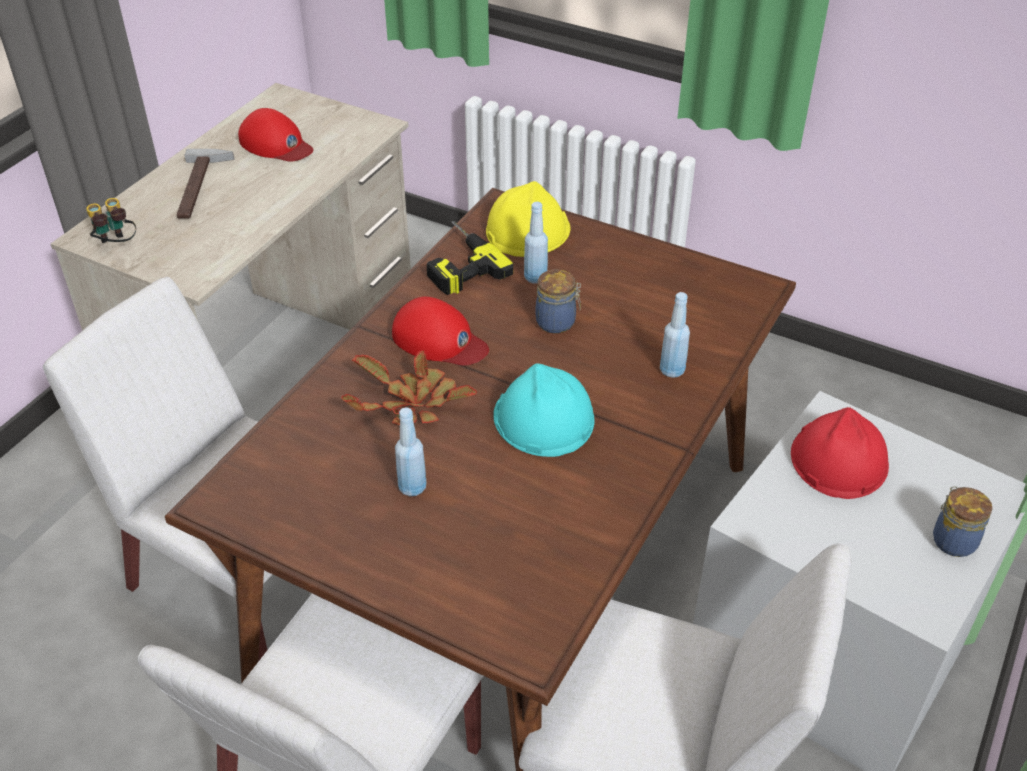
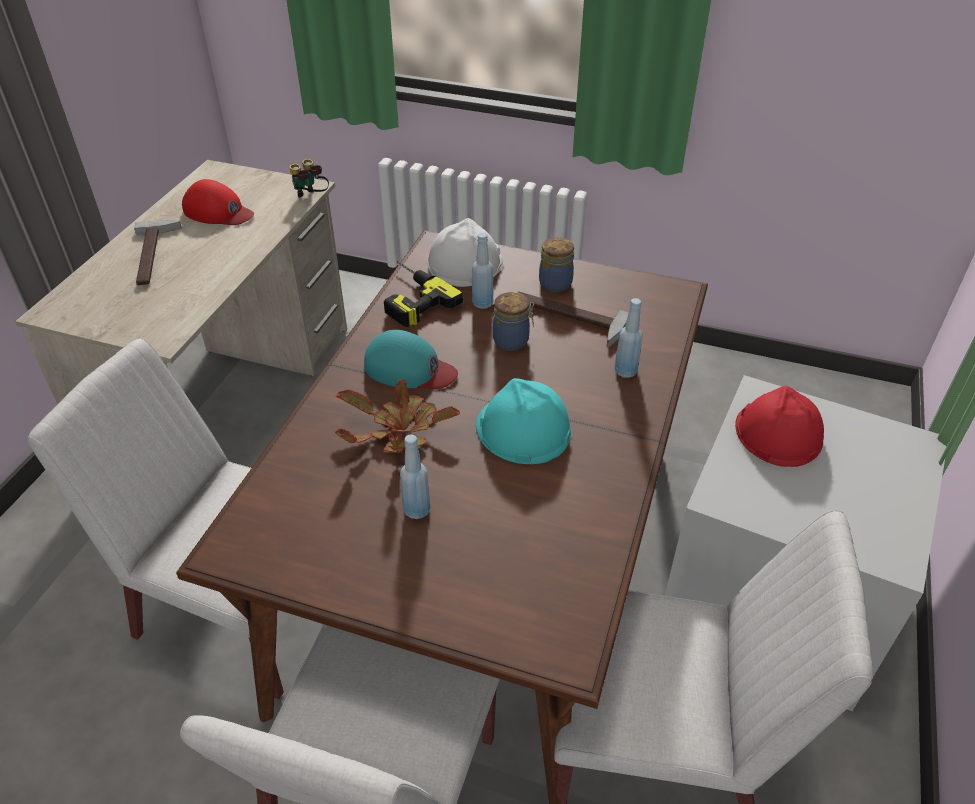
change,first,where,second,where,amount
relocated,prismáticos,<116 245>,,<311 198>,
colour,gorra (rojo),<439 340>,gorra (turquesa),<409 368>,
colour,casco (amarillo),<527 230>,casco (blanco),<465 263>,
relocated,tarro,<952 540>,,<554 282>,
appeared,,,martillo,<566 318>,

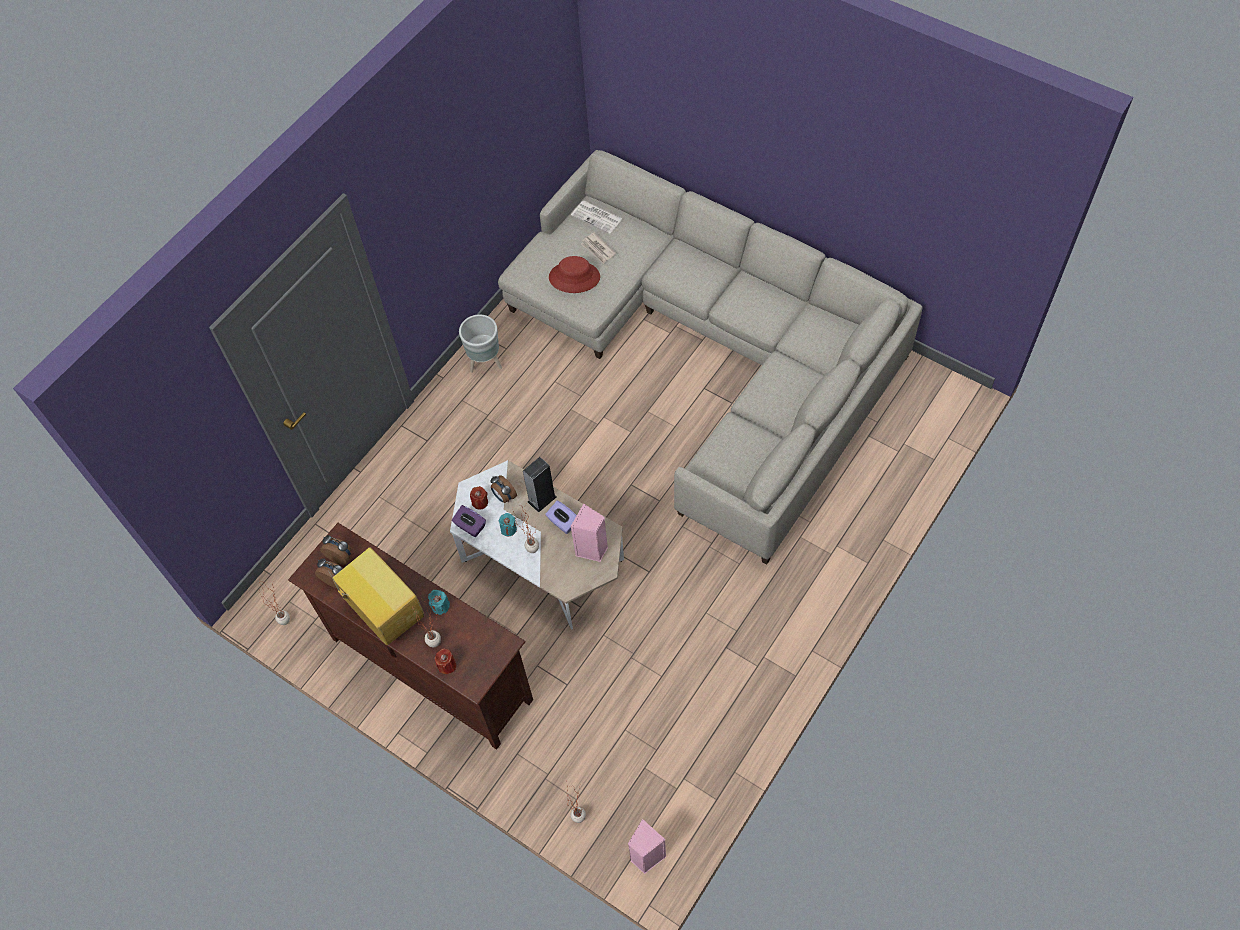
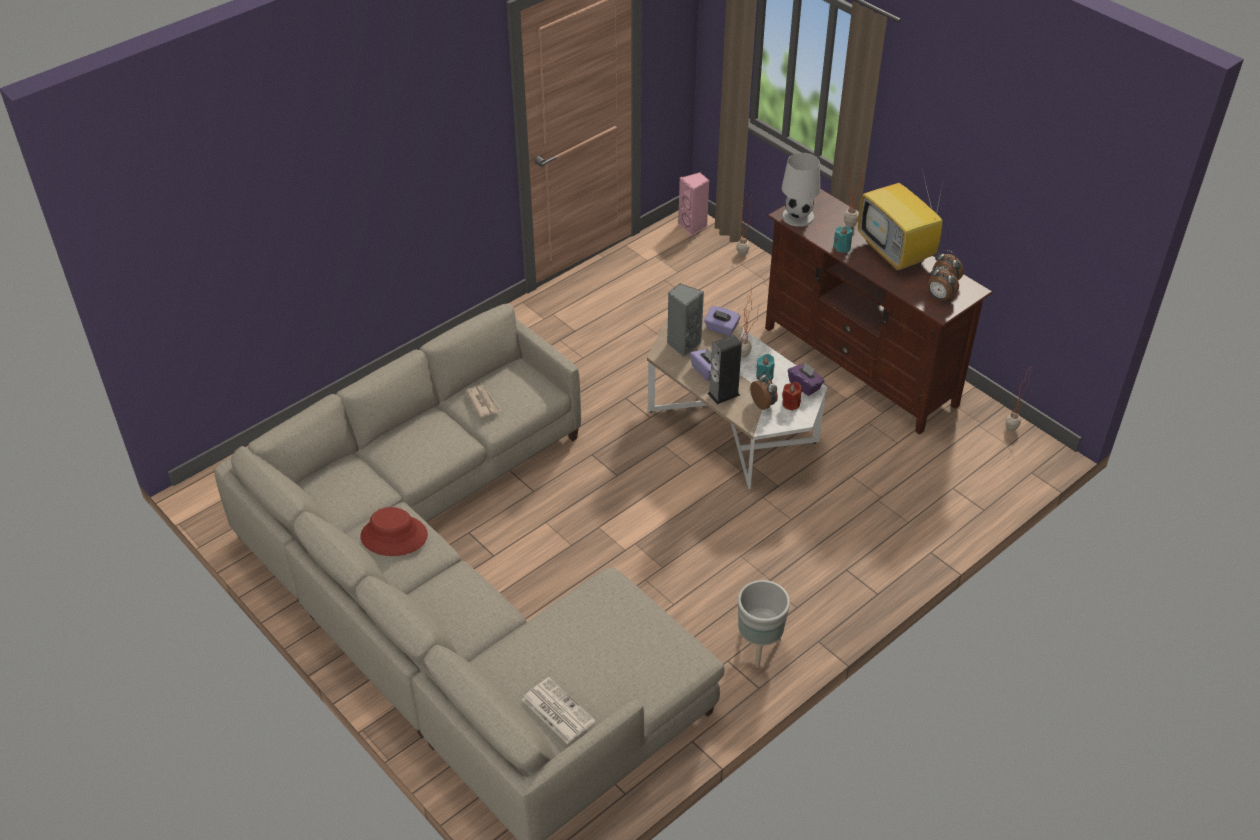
change,first,where,second,where,amount
missing,vela (rojo),<447 665>,,,
relocated,sombrero (rojo),<574 277>,,<394 536>,
colour,altavoz (rosa),<592 549>,altavoz (gris),<683 344>,
relocated,periódico,<598 249>,,<483 402>,
appeared,,,caja de pañuelos (morado),<721 328>,
appeared,,,lámpara de mesa (blanco),<798 217>,

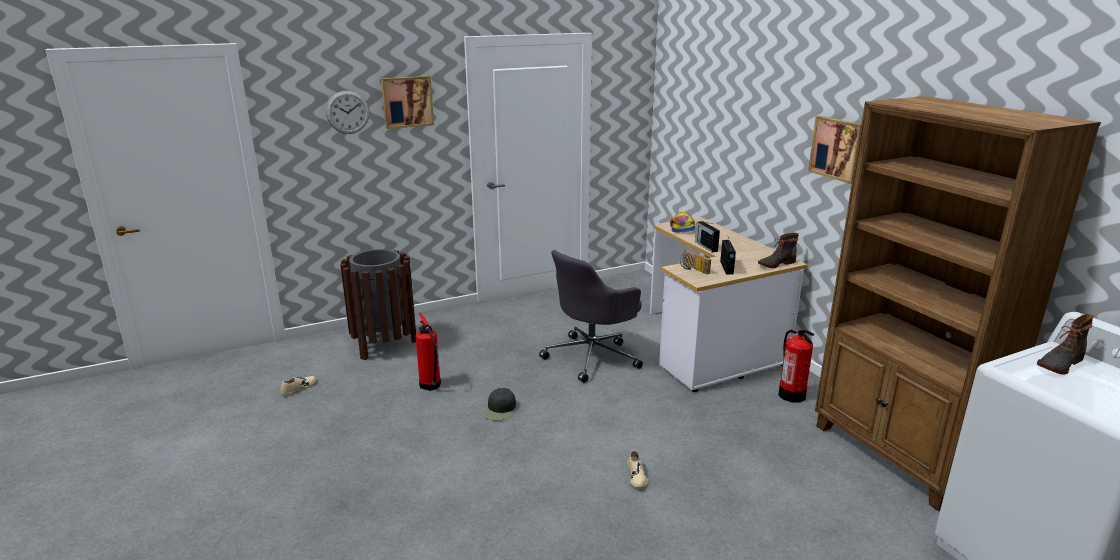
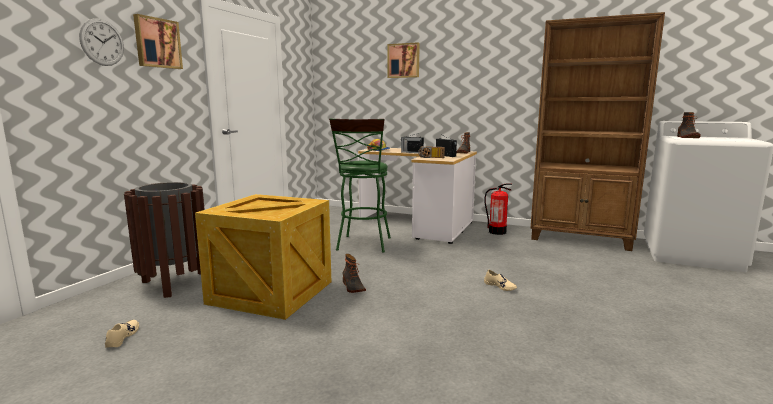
change,first,where,second,where,amount
exchanged,extintor,<430 386>,caja de embalaje,<269 292>,
exchanged,gorra (negro),<500 410>,bota,<352 287>,
exchanged,silla de oficina (gris),<593 357>,taburete (verde),<363 245>,
relocated,cuadro,<838 148>,,<403 60>,

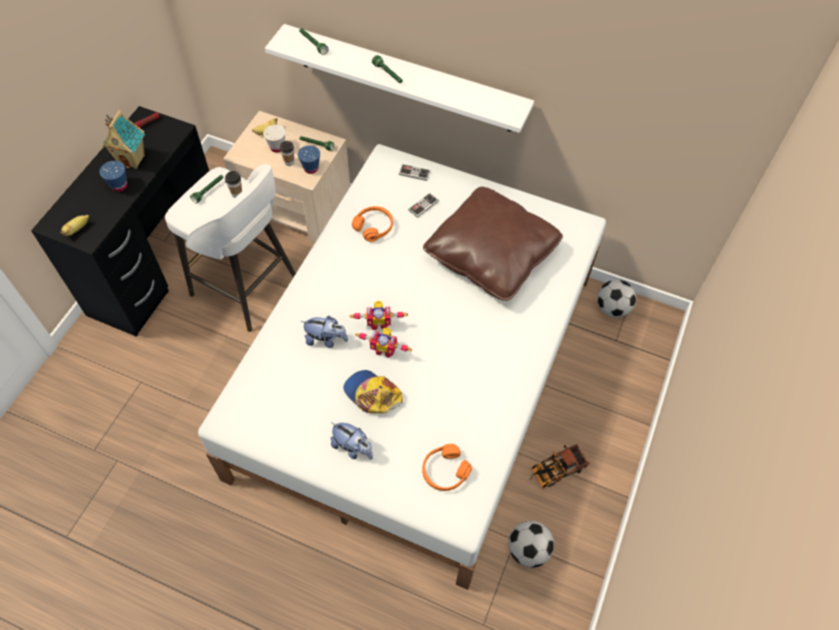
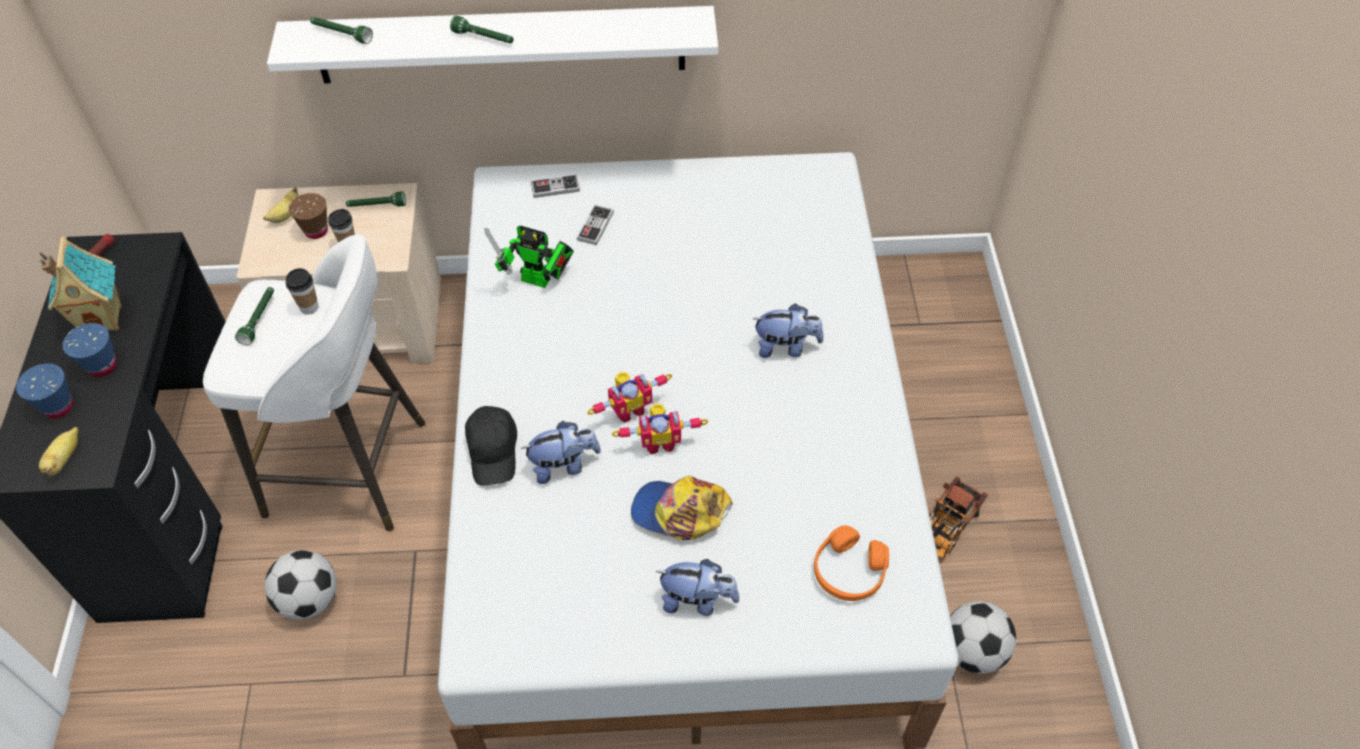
change,first,where,second,where,amount
colour,taza (blanco),<277 147>,taza (marrón),<316 231>,
relocated,taza (azul),<311 168>,,<59 407>,
exchanged,auriculares (naranja),<374 227>,robot de juguete,<540 281>,
missing,cojín (marrón),<491 255>,,,
relocated,balón de fútbol,<612 308>,,<310 599>,
appeared,,,gorra (negro),<493 451>,
appeared,,,peluche,<786 347>,

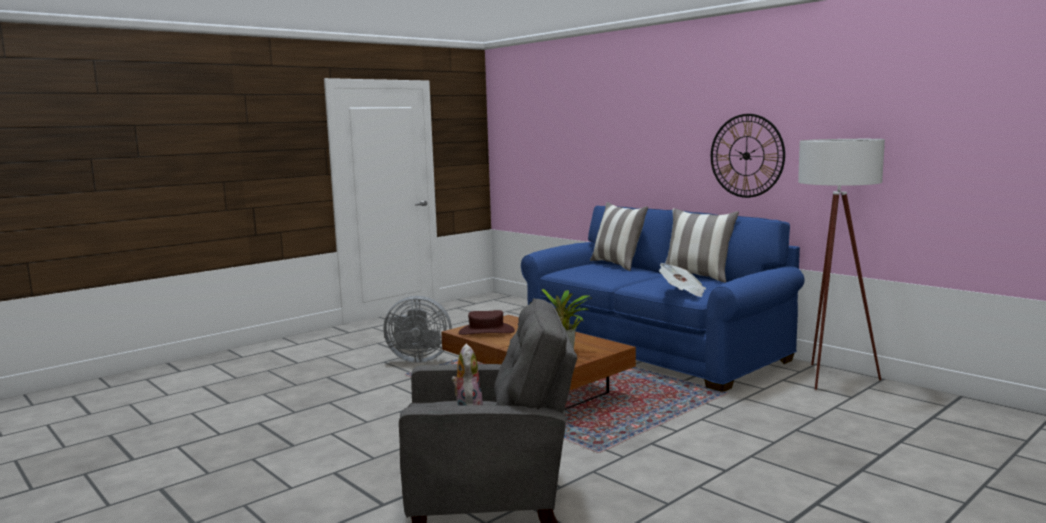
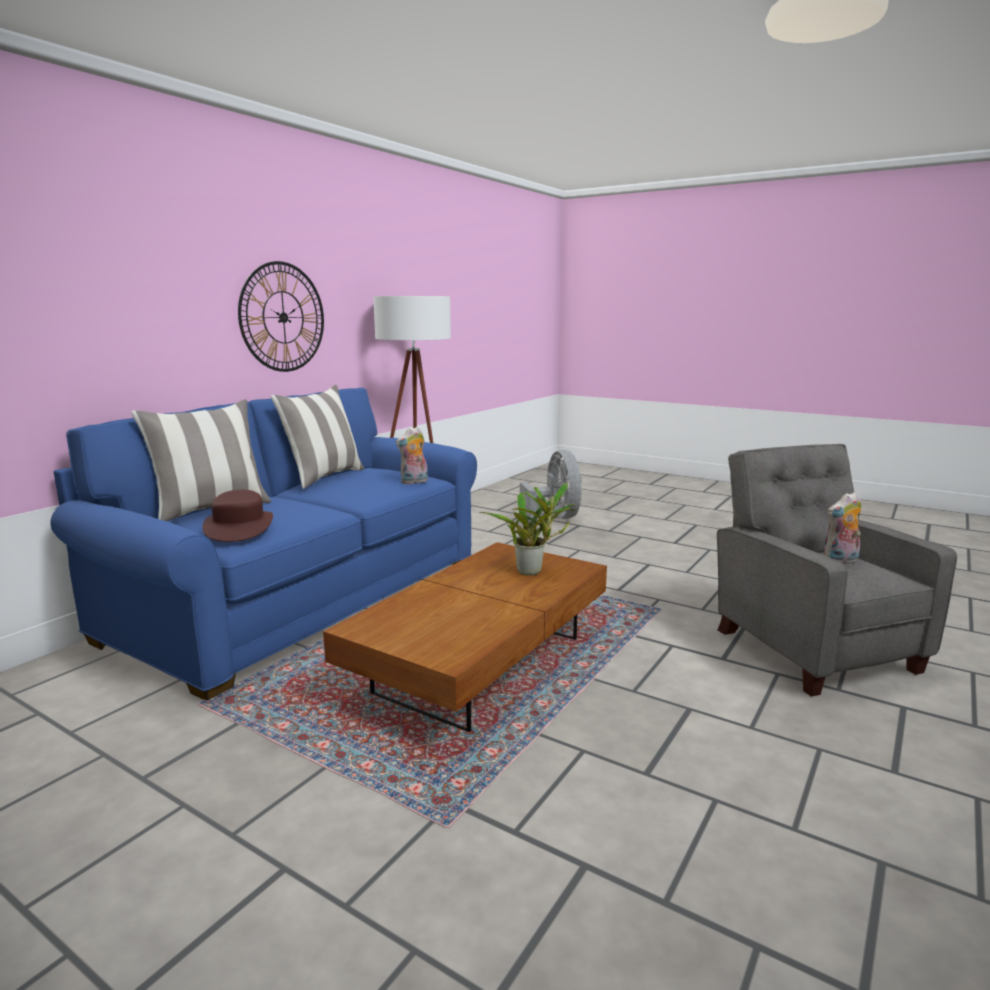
change,first,where,second,where,amount
relocated,ventilador (gris),<418 359>,,<555 518>,
relocated,sombrero (marrón),<486 332>,,<239 527>,
exchanged,periódico,<682 292>,peluche,<414 482>,

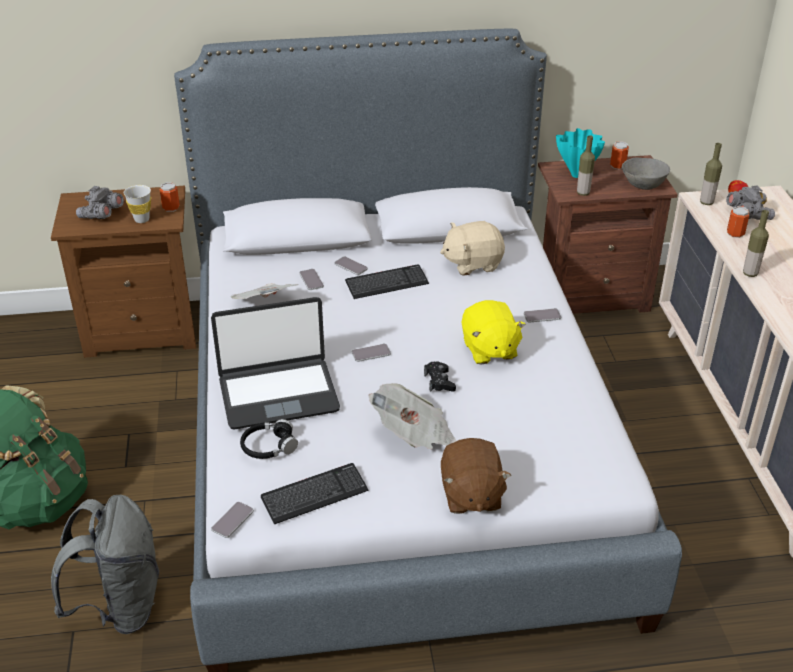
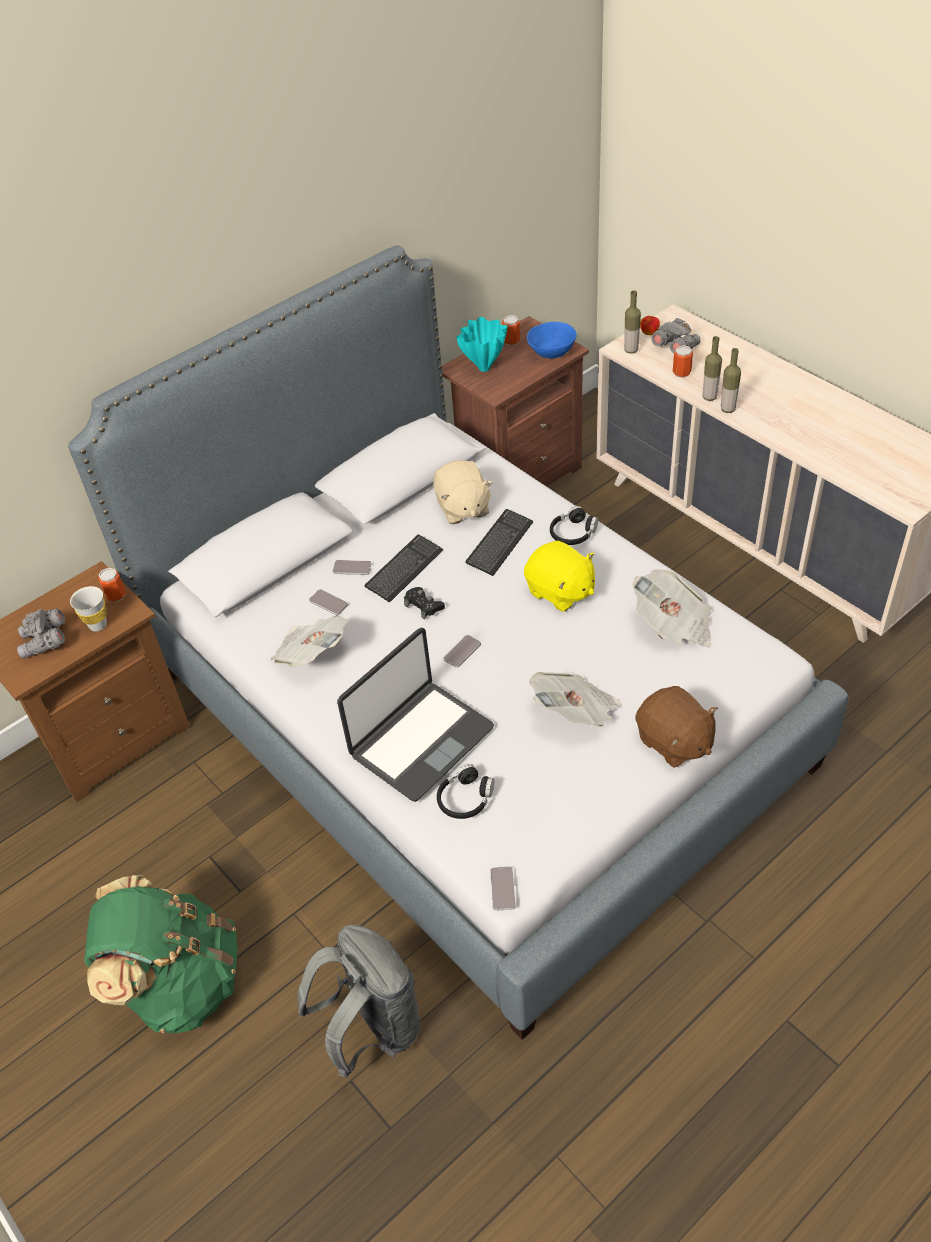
change,first,where,second,where,amount
relocated,teclado,<314 495>,,<499 543>,
relocated,mando de consola (negro),<439 381>,,<424 606>,
spun,peluche (beis),<472 263>,,<462 508>,60 degrees counterclockwise
exchanged,móvil,<542 316>,auriculares (negro),<573 533>,
relocated,botella,<583 193>,,<709 397>,
colour,cuenco (gris),<644 184>,cuenco (azul),<552 352>,
appeared,,,periódico,<673 625>,

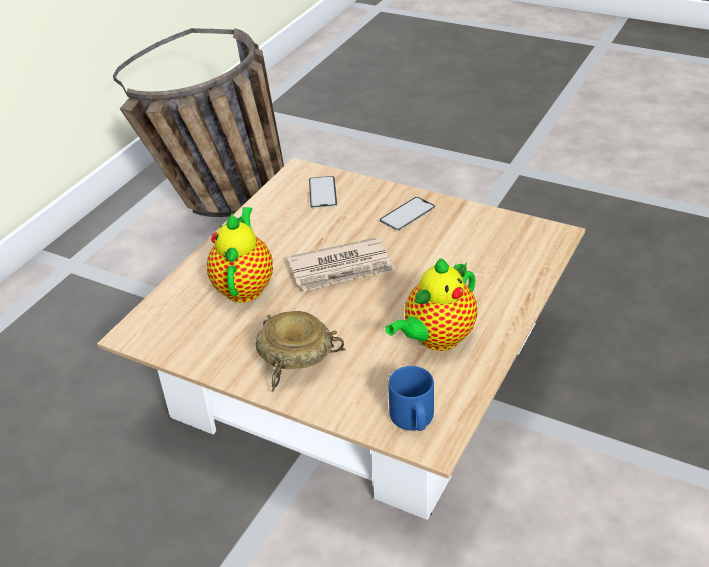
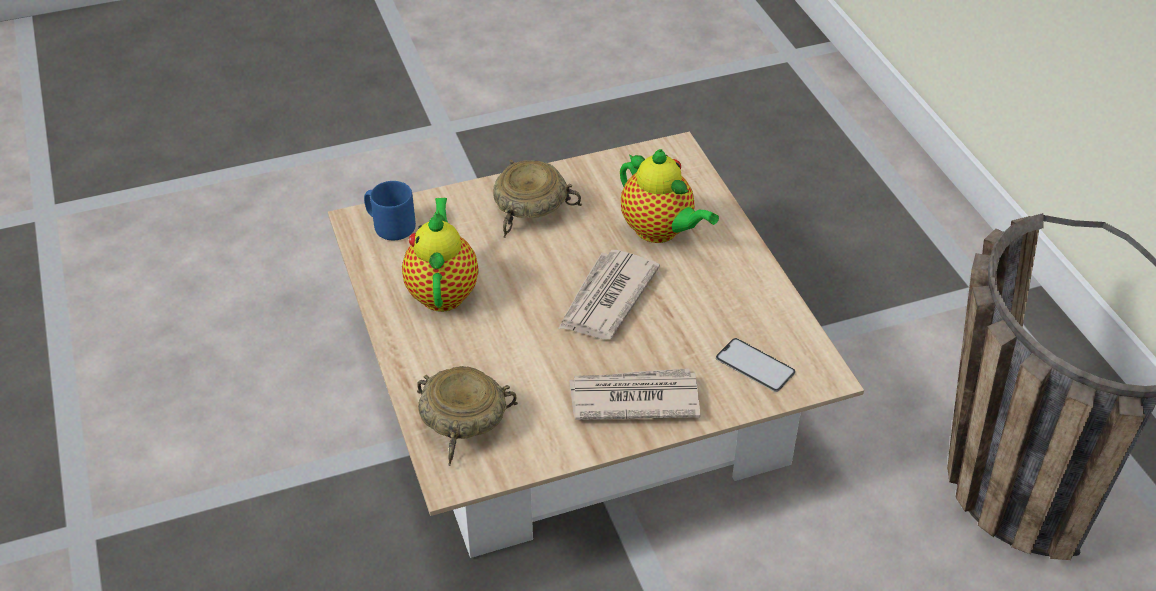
change,first,where,second,where,amount
exchanged,móvil,<407 214>,periódico,<633 398>,
appeared,,,cuenco (beis),<461 423>,

